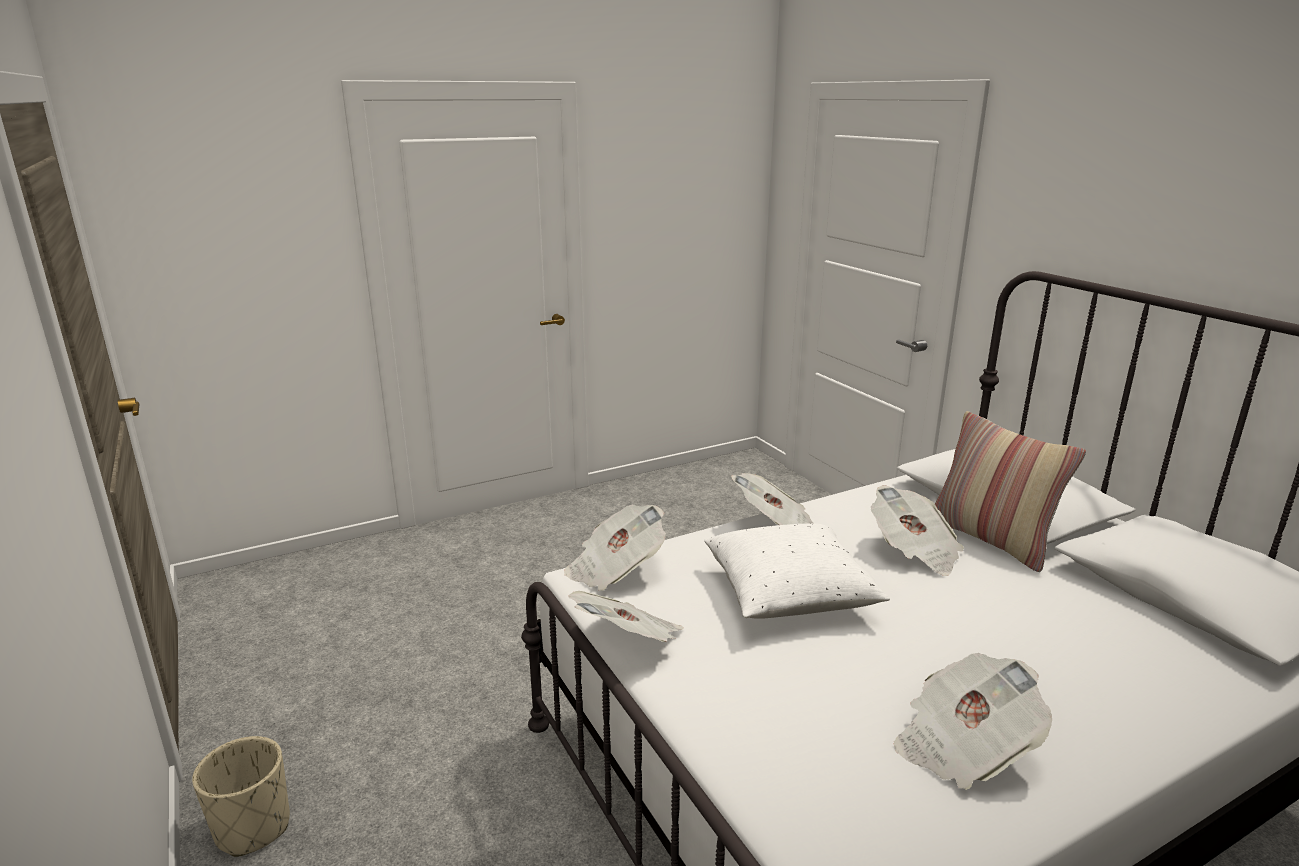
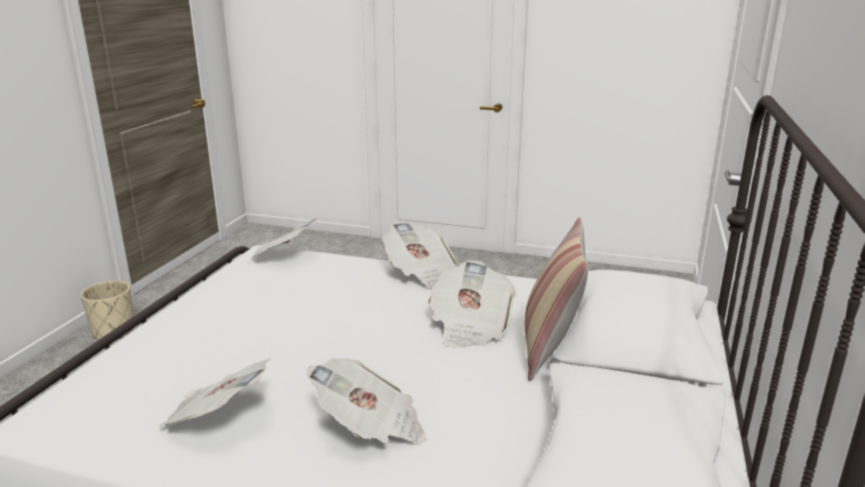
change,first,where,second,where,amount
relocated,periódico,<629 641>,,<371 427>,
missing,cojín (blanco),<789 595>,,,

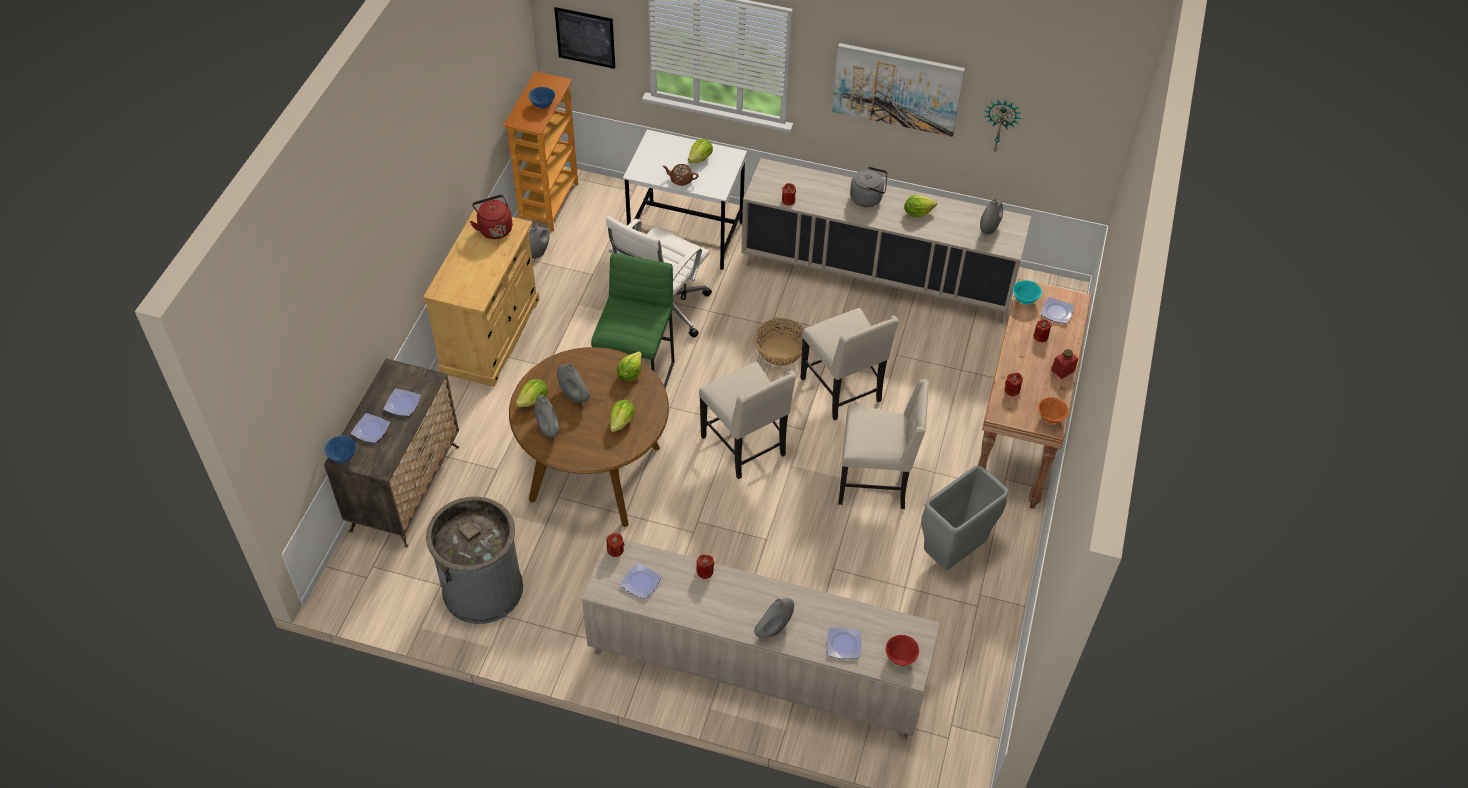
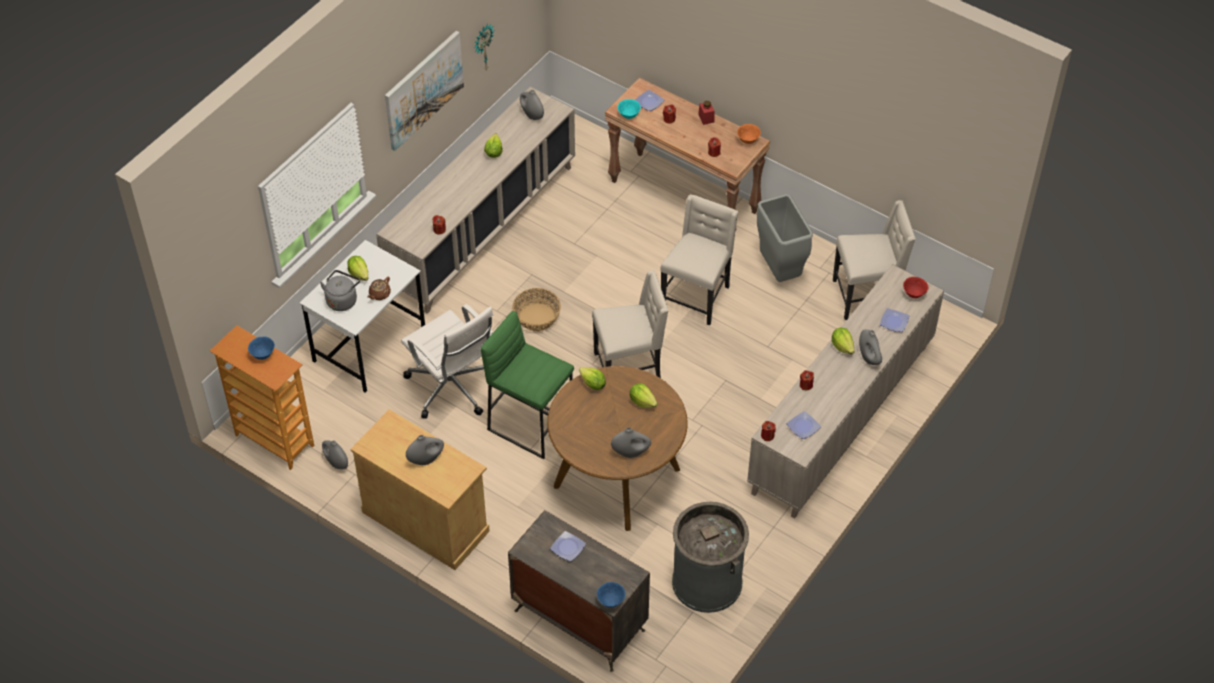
change,first,where,second,where,amount
missing,plato,<371 430>,,,
missing,hervidor (rojo),<494 228>,,,
relocated,lechuga,<533 400>,,<842 346>,
missing,cuadro,<585 37>,,,
relocated,florero (gris),<574 396>,,<426 459>,
relocated,silla (beis),<843 390>,,<866 296>,
relocated,hervidor (gris),<868 198>,,<342 300>,

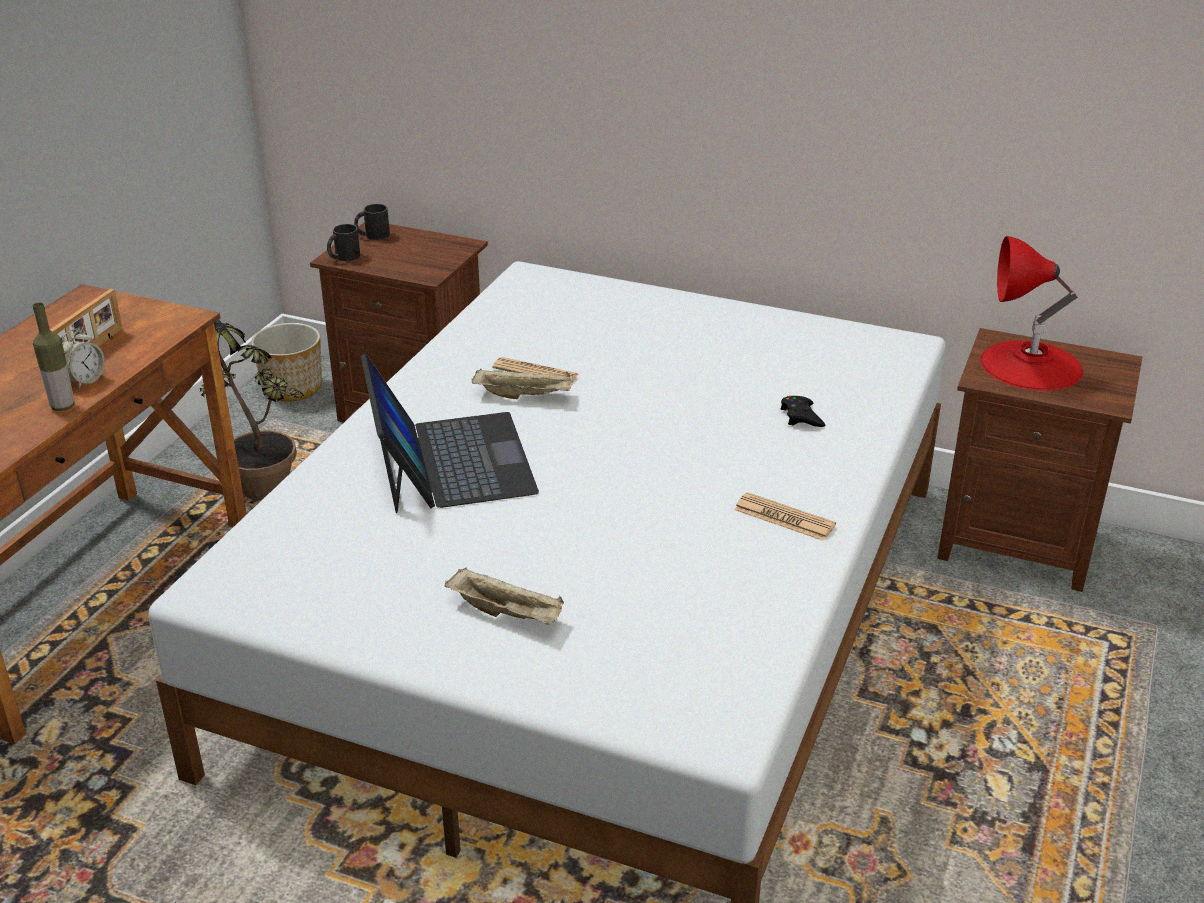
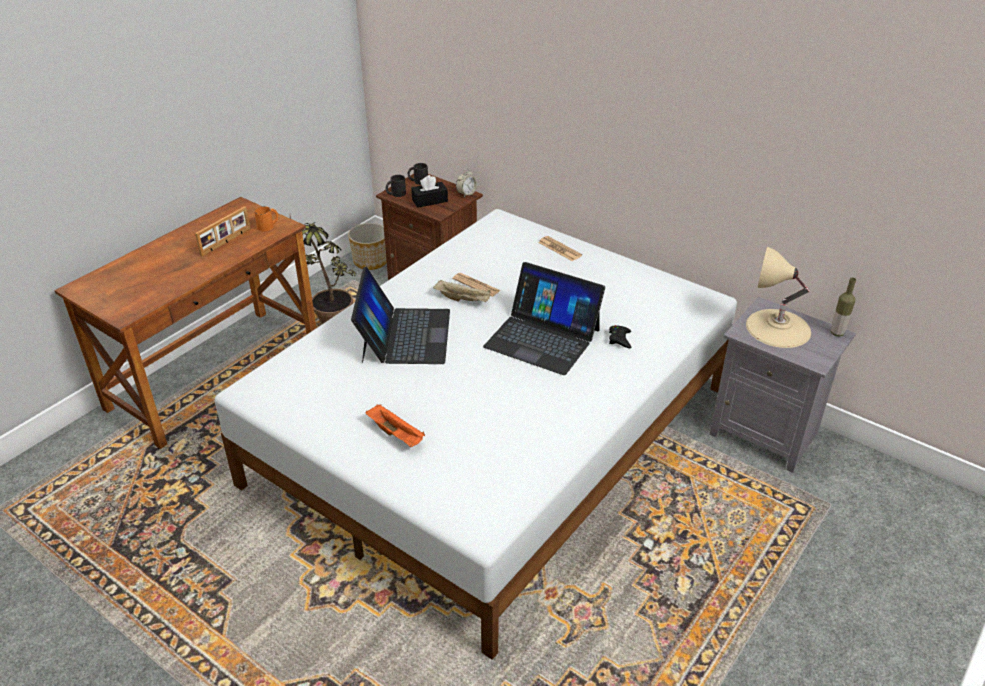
change,first,where,second,where,amount
relocated,botella,<63 406>,,<837 333>,
relocated,despertador,<84 381>,,<466 194>,
colour,bandeja (beis),<507 613>,bandeja (naranja),<396 434>,
relocated,periódico,<784 518>,,<559 249>,
colour,mesita de noche (marrón),<1017 542>,mesita de noche (gris),<765 433>,
colour,lámpara de mesa (rojo),<1030 365>,lámpara de mesa (beis),<778 328>,
appeared,,,taza grande (naranja),<268 226>,
appeared,,,caja de pañuelos (negro),<430 200>,
appeared,,,portátil,<542 338>,

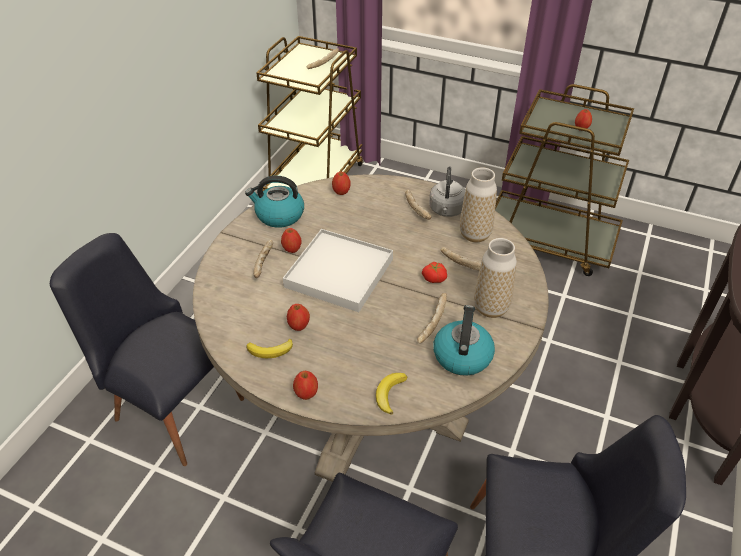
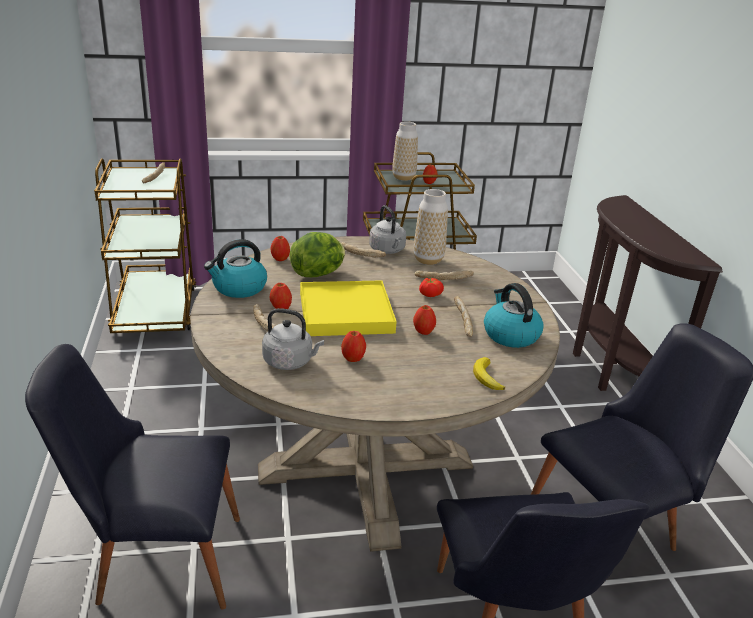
change,first,where,second,where,amount
missing,plátano,<271 351>,,,
colour,bandeja (blanco),<339 273>,bandeja (amarillo),<345 313>,
relocated,manzana,<306 393>,,<423 331>,
relocated,florero,<491 308>,,<403 177>,
appeared,,,hervidor (gris),<290 362>,
appeared,,,lechuga,<318 274>,

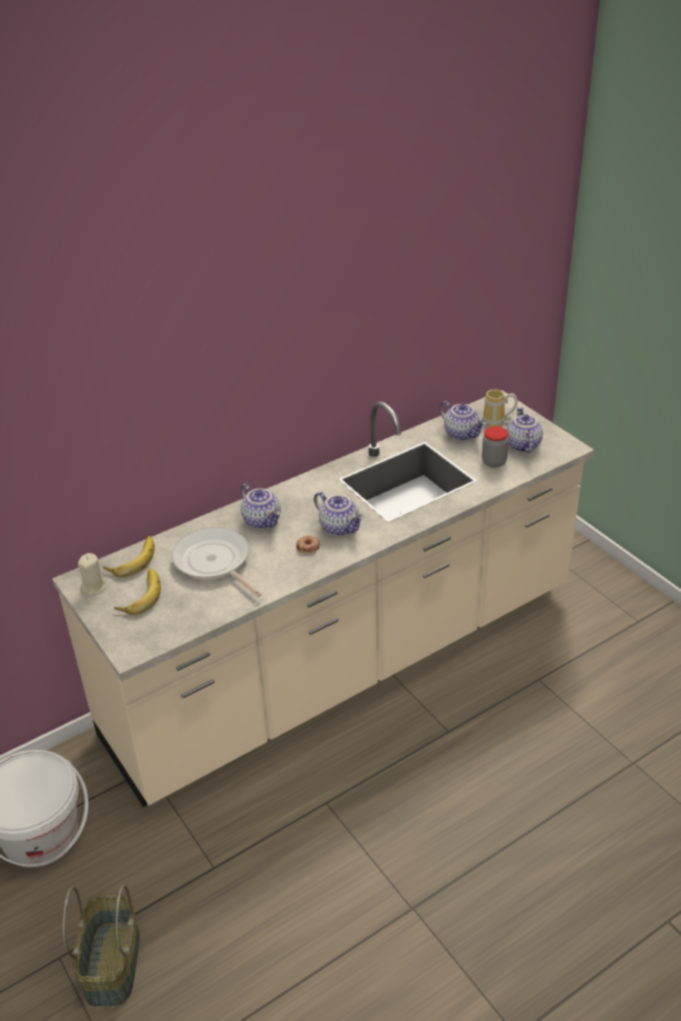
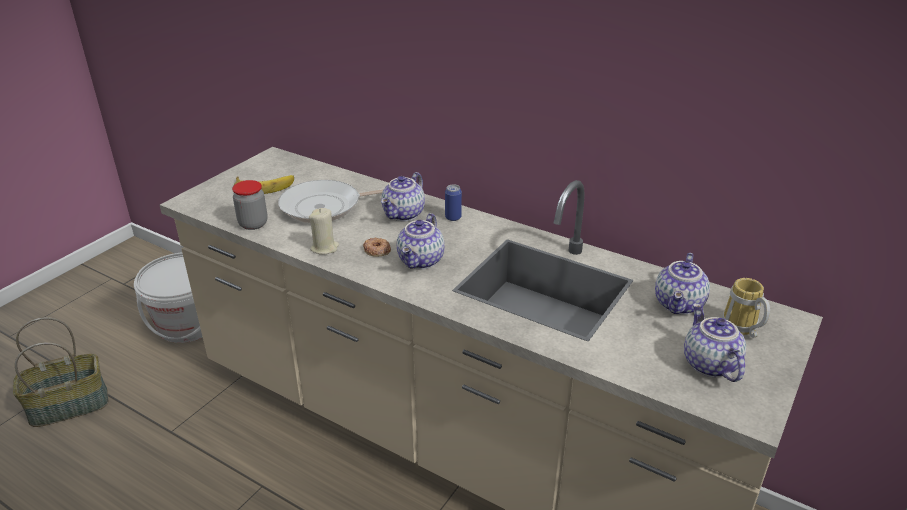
change,first,where,second,where,amount
relocated,vela (beis),<94 587>,,<324 248>,
missing,plátano,<132 559>,,,
spun,sartén,<214 562>,,<326 207>,135 degrees counterclockwise
relocated,tarro,<494 462>,,<253 224>,
spun,tetera,<522 445>,,<708 364>,75 degrees counterclockwise
appeared,,,lata,<453 217>,

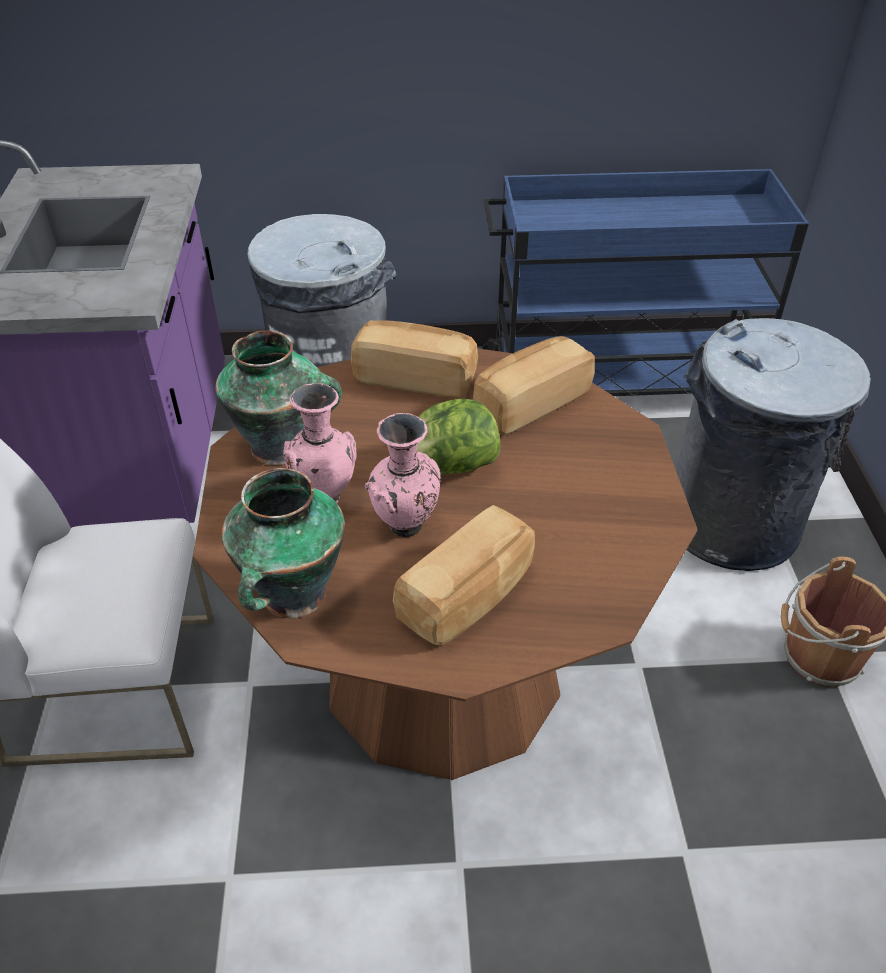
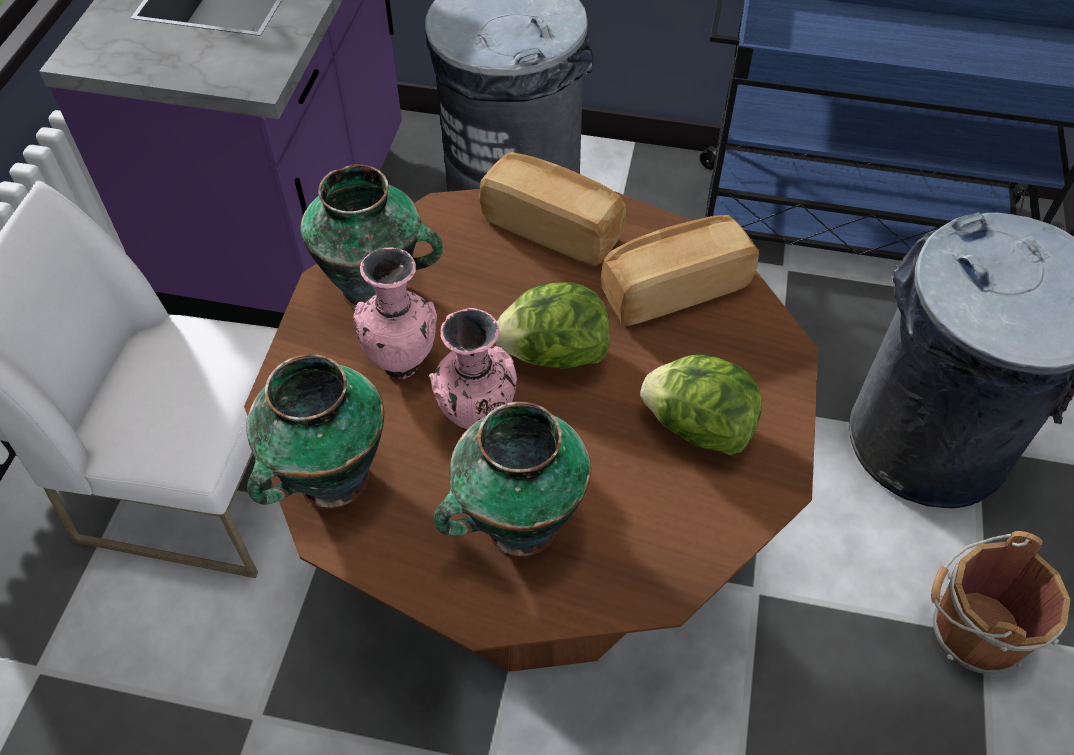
change,first,where,second,where,amount
exchanged,pan,<469 597>,florero,<517 526>,
appeared,,,lechuga,<697 427>,

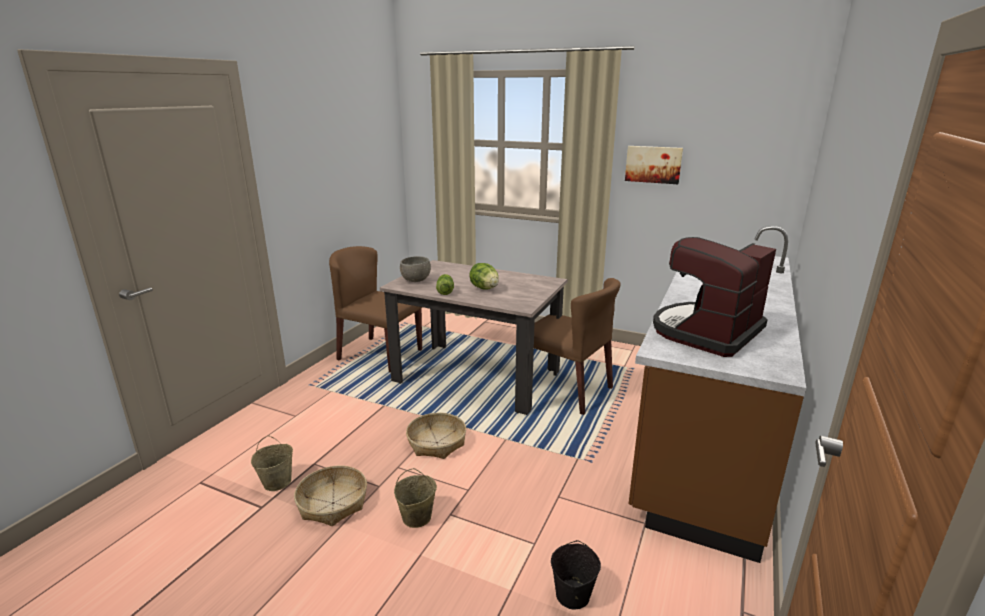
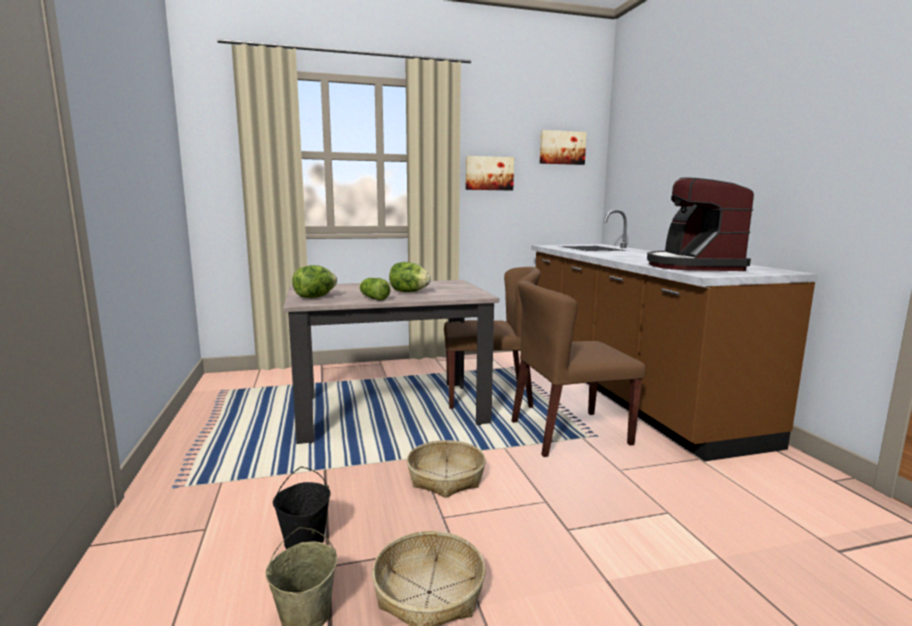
change,first,where,second,where,amount
relocated,silla (marrón),<379 354>,,<569 433>,
missing,cubo (beis),<416 517>,,,
exchanged,cuenco (gris),<415 280>,lechuga,<315 297>,
relocated,cubo (negro),<572 595>,,<304 541>,
appeared,,,cuadro,<562 148>,

